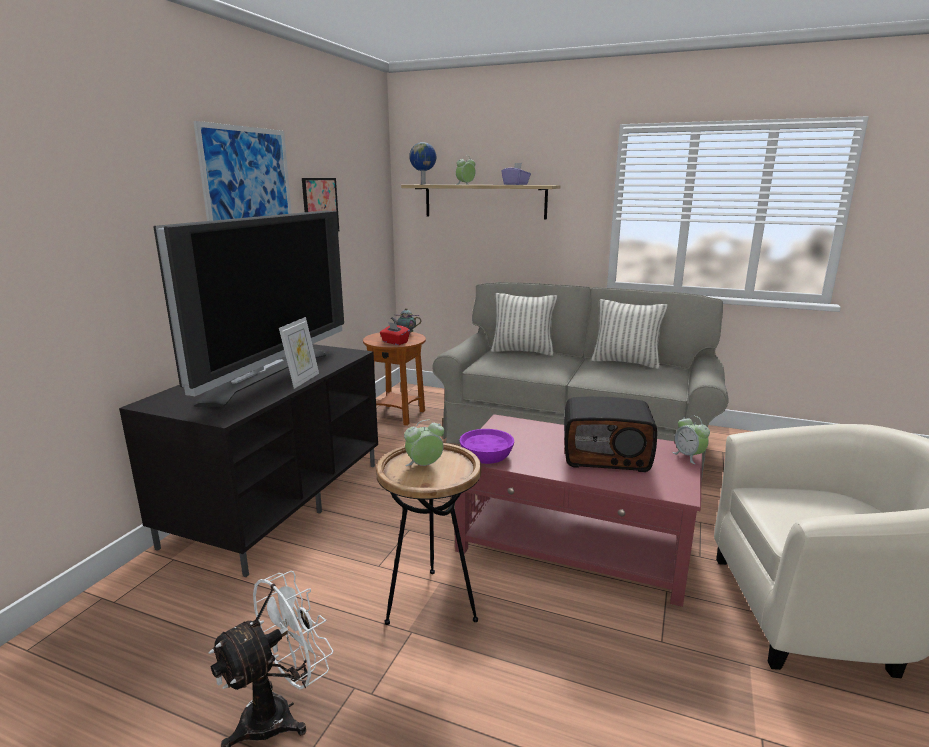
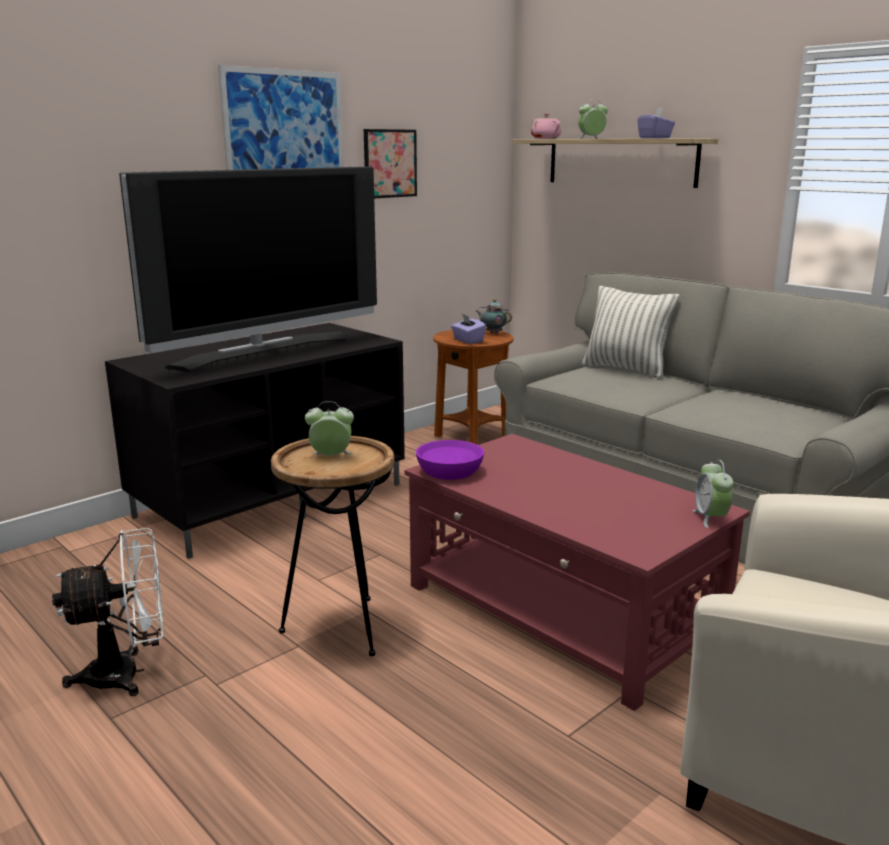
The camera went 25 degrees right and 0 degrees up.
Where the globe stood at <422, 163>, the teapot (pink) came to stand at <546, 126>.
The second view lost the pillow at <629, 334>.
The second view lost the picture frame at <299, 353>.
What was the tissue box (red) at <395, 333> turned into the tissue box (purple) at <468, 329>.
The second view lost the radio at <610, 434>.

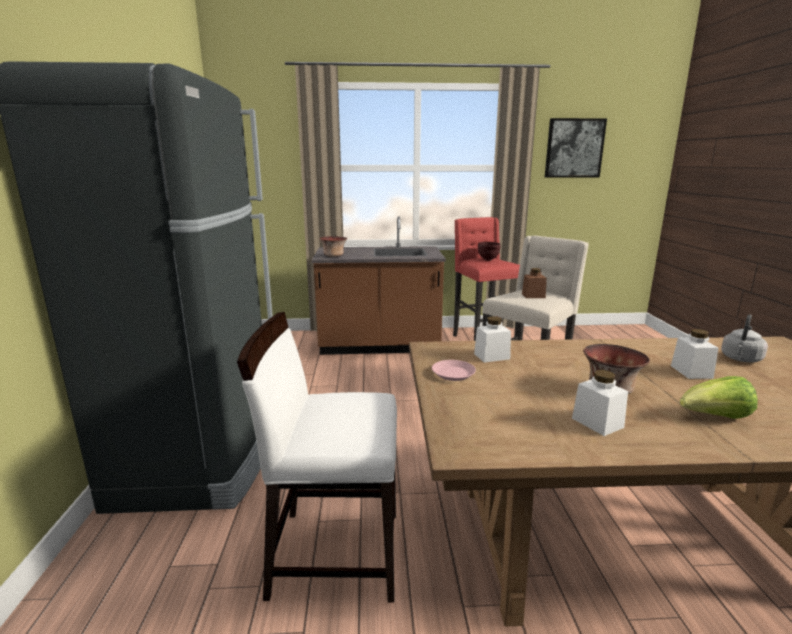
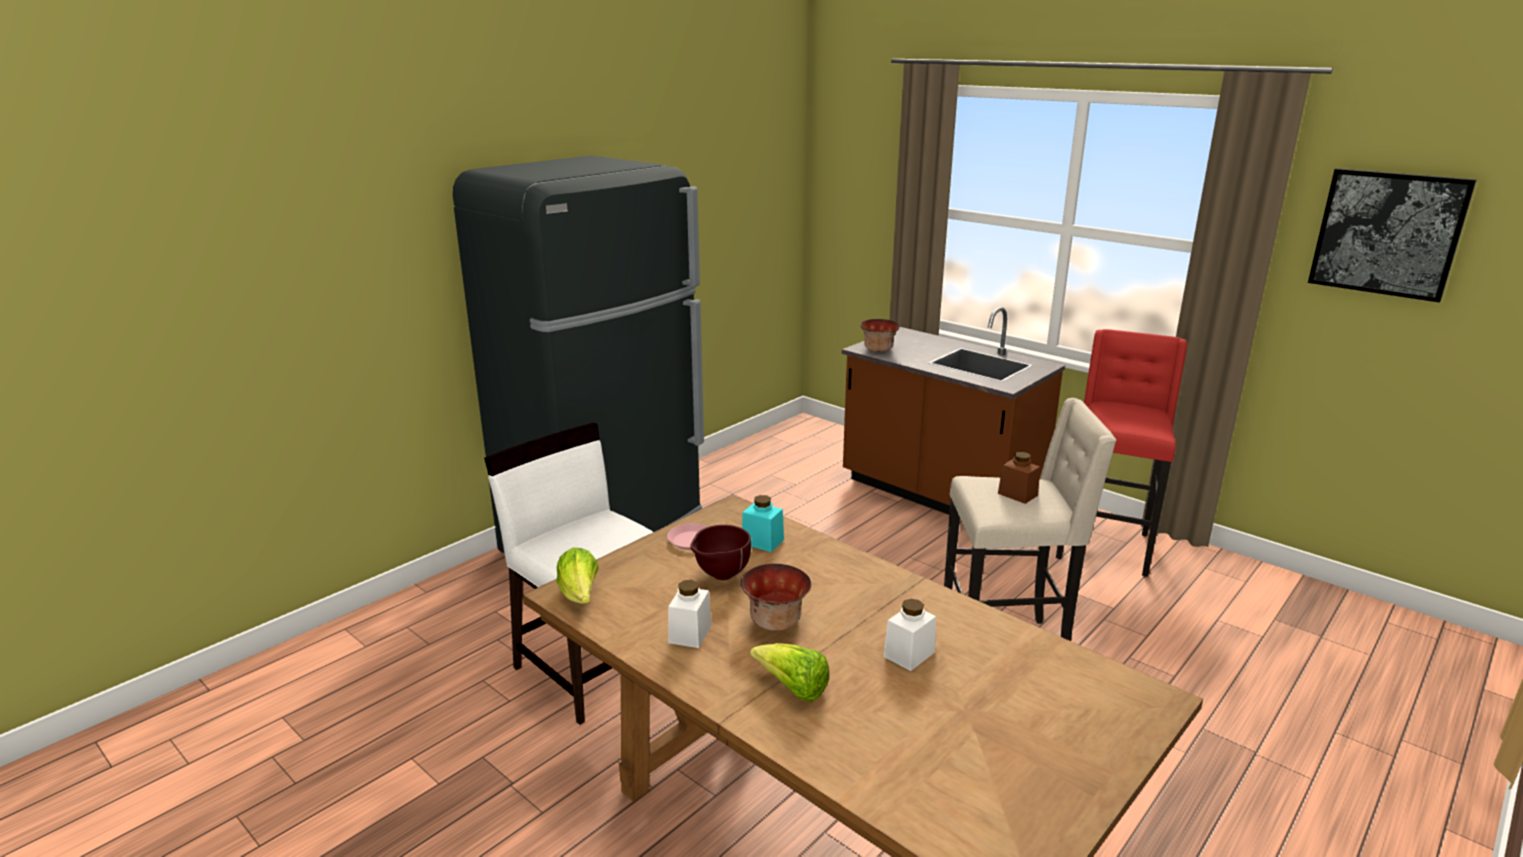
The camera went 45 degrees right and 5 degrees up.
The bowl (brown) ended up elsewhere, having gone from <489, 251> to <720, 552>.
The second view lost the kettle (grey) at <744, 338>.
What was the jar (white) at <492, 339> turned into the jar (turquoise) at <763, 523>.
The second view gained the lettuce at <578, 576>.

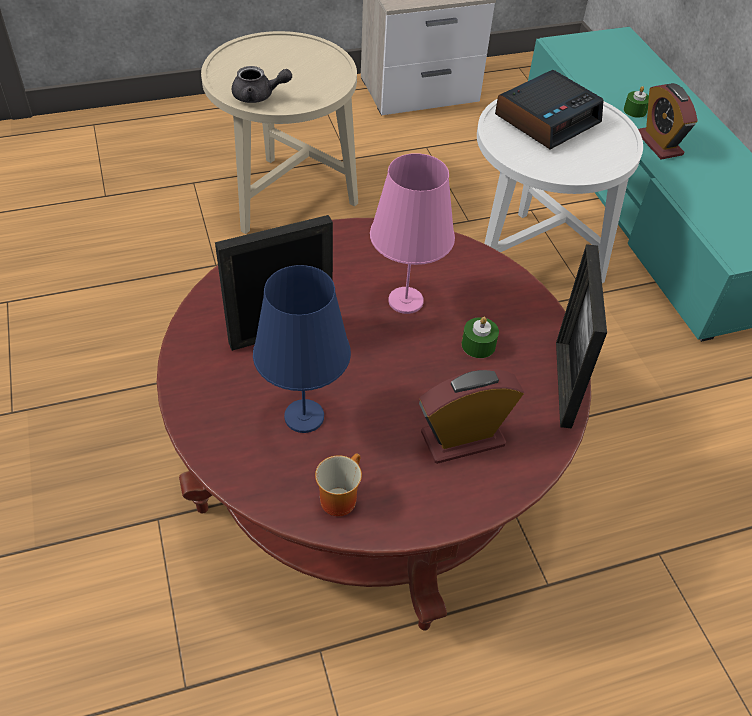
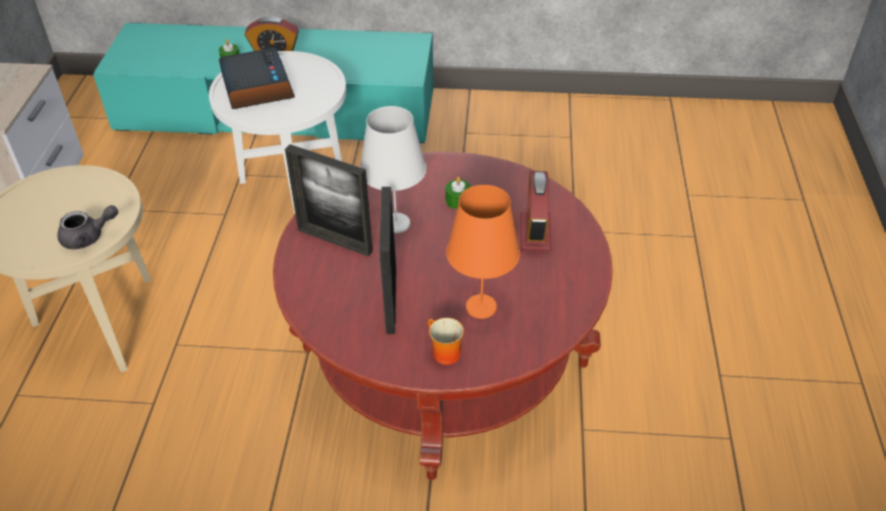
The camera went 65 degrees left and 5 degrees down.
The teapot (grey) at <262, 84> ended up facing another way, 45 degrees clockwise from before.
What was the table lamp (pink) at <412, 233> turned into the table lamp (white) at <393, 169>.
The picture frame ended up elsewhere, having gone from <581, 336> to <329, 200>.
What was the table lamp (blue) at <302, 349> turned into the table lamp (orange) at <483, 252>.
The mug ended up elsewhere, having gone from <338, 484> to <446, 341>.

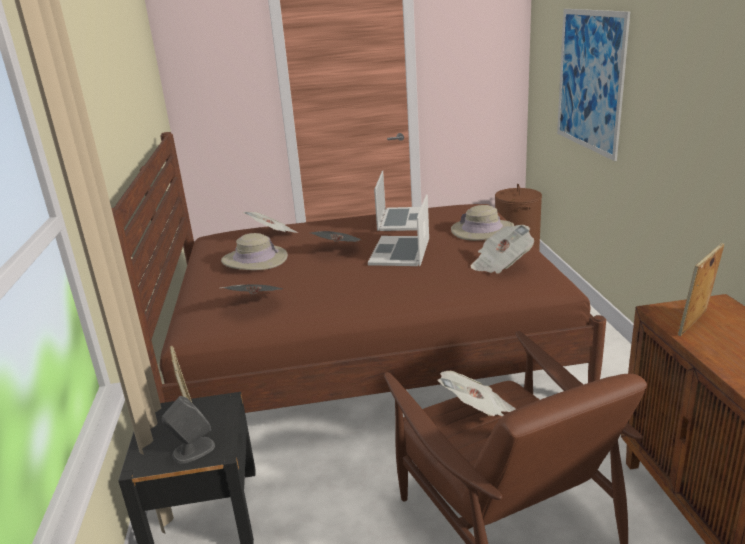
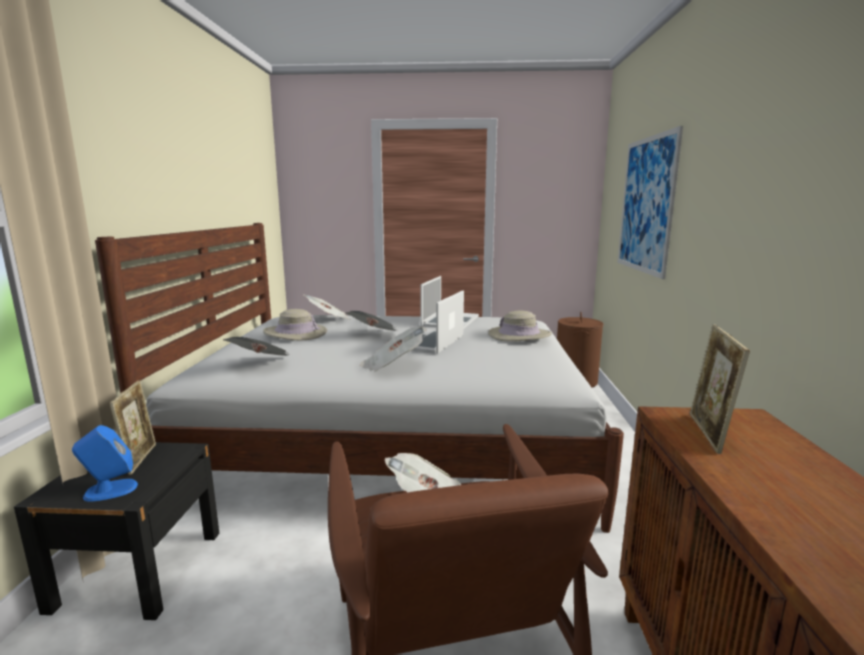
The camera went 10 degrees right and 10 degrees down.
What was the bed (brown) at <358, 272> turned into the bed (white) at <359, 378>.
The newspaper ended up elsewhere, having gone from <502, 249> to <393, 349>.
The picture frame at <701, 289> ended up facing another way, 45 degrees counterclockwise from before.
What was the speaker (grey) at <188, 429> turned into the speaker (blue) at <105, 463>.

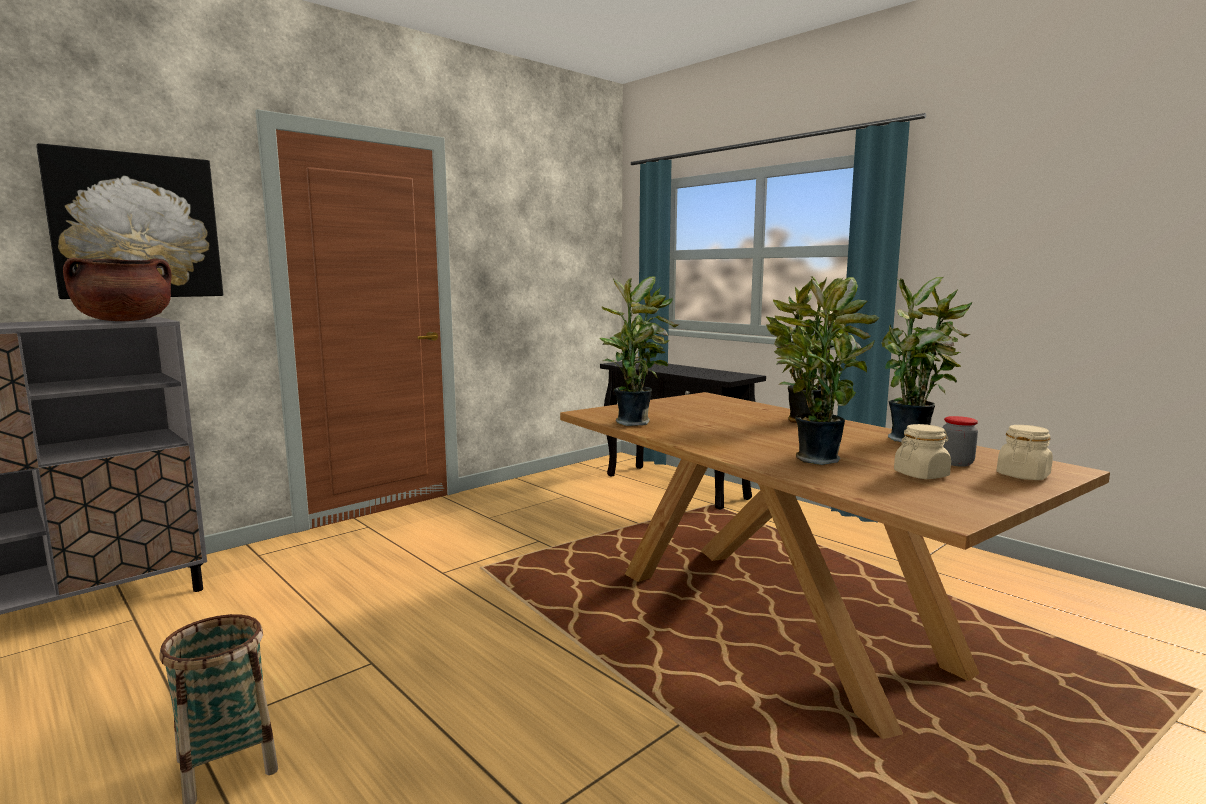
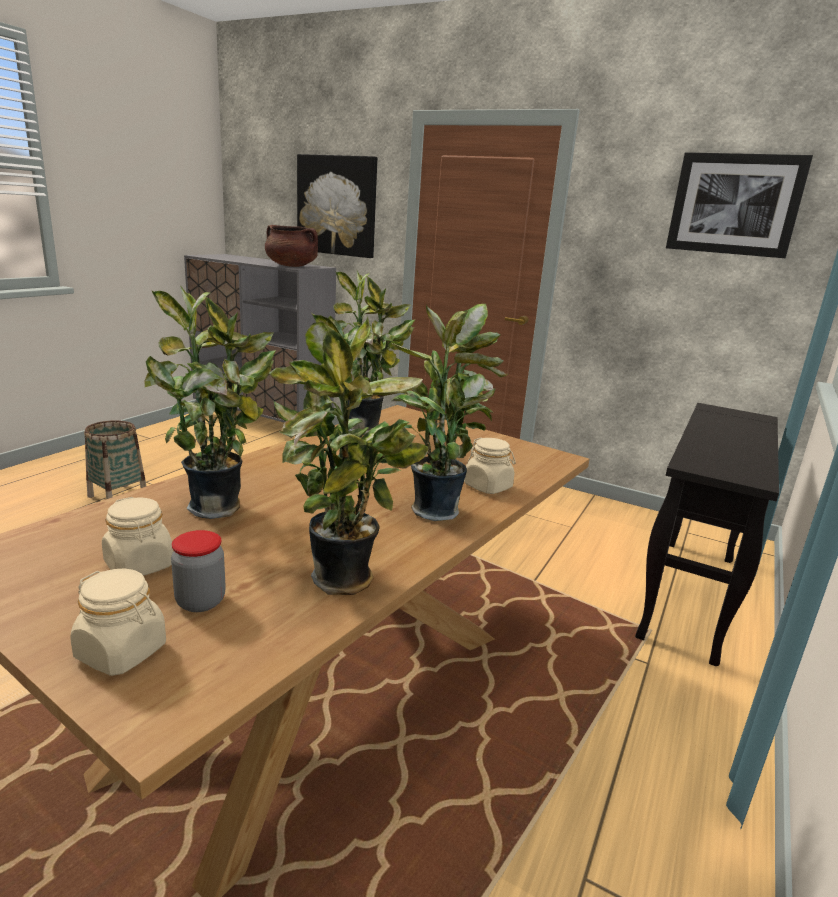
The camera went 70 degrees right and 10 degrees up.
The second view gained the picture at <739, 205>.
The second view gained the jar (beige) at <490, 465>.

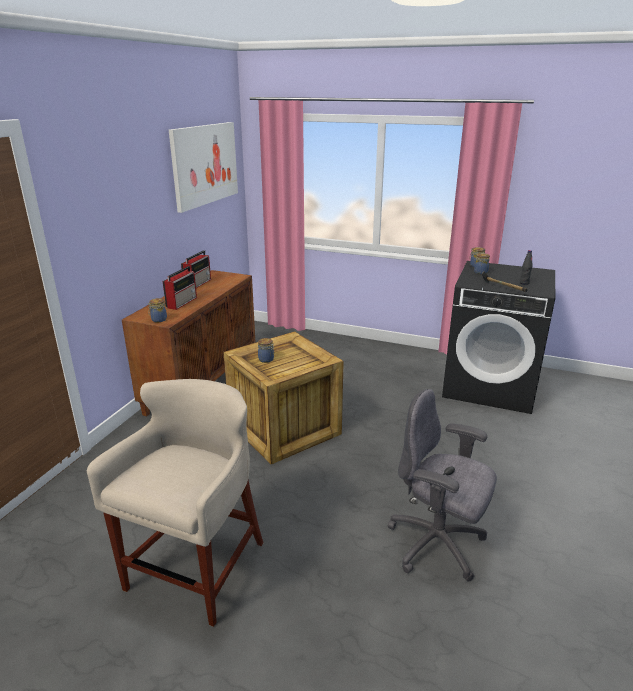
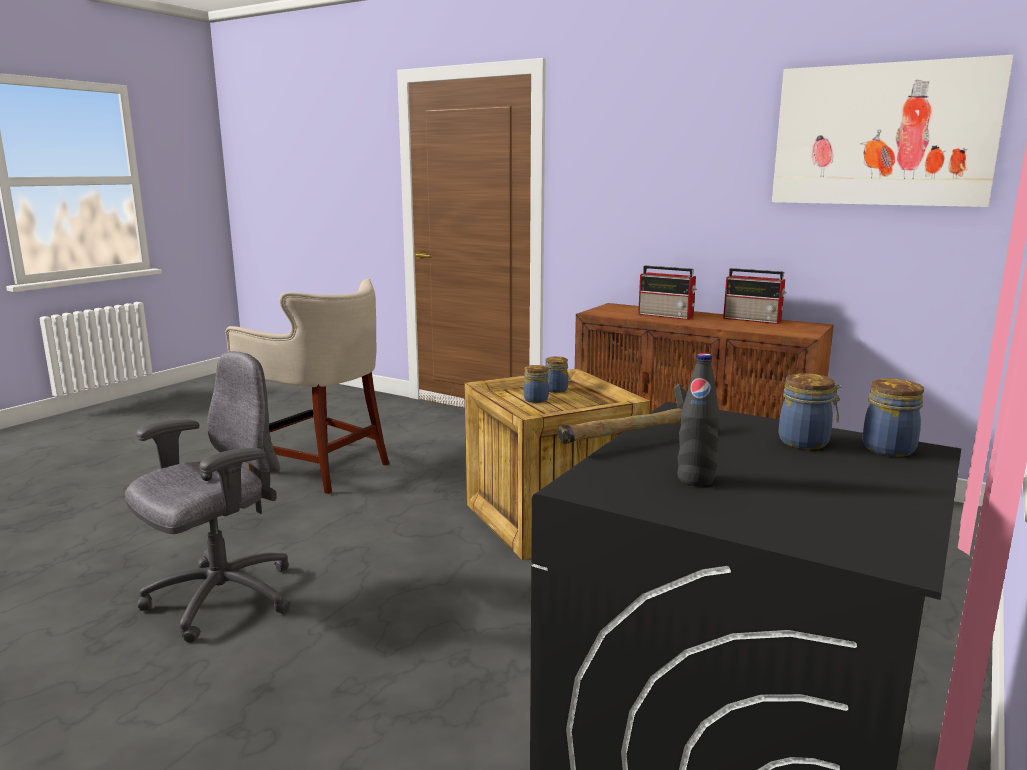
The camera went 100 degrees right and 10 degrees down.
The jar ended up elsewhere, having gone from <157, 310> to <536, 384>.

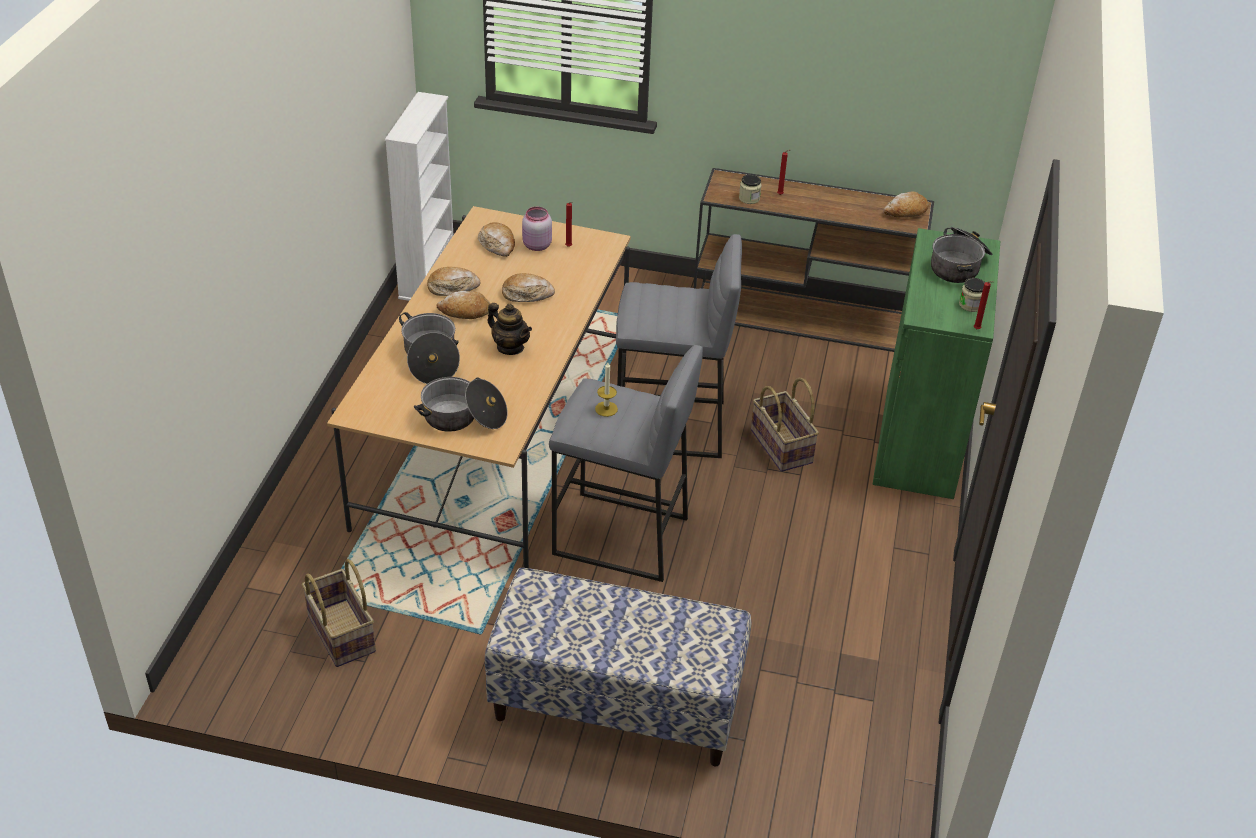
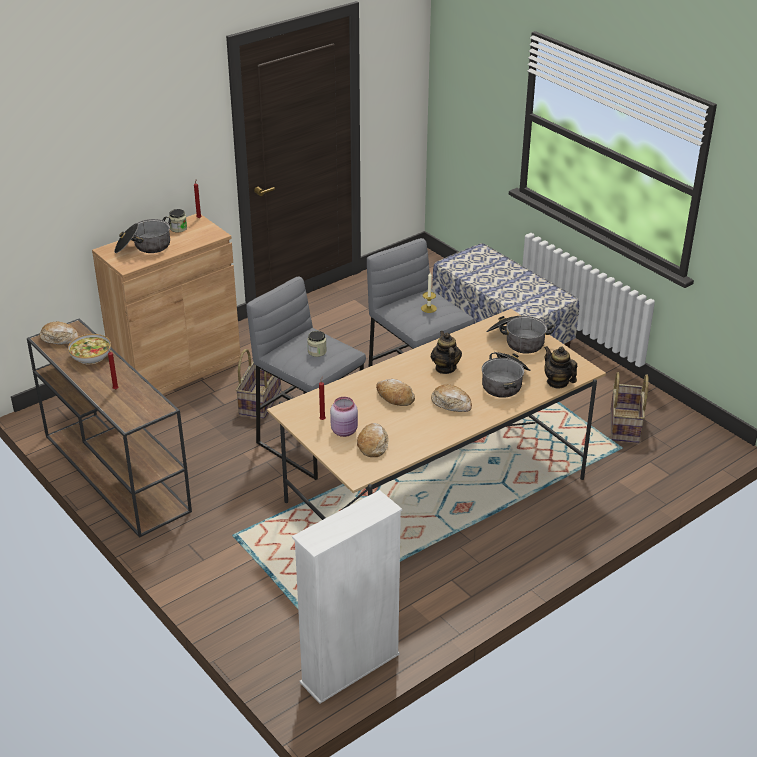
The camera went 140 degrees left and 5 degrees down.
The jar ended up elsewhere, having gone from <750, 189> to <317, 344>.
What was the cabinet (green) at <936, 363> turned into the cabinet (brown) at <166, 303>.
The second view lost the bread at <454, 281>.
The second view gained the bowl at <89, 349>.
The second view gained the teapot at <560, 367>.

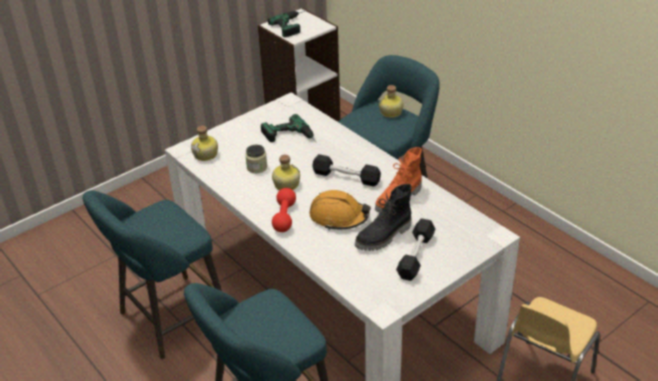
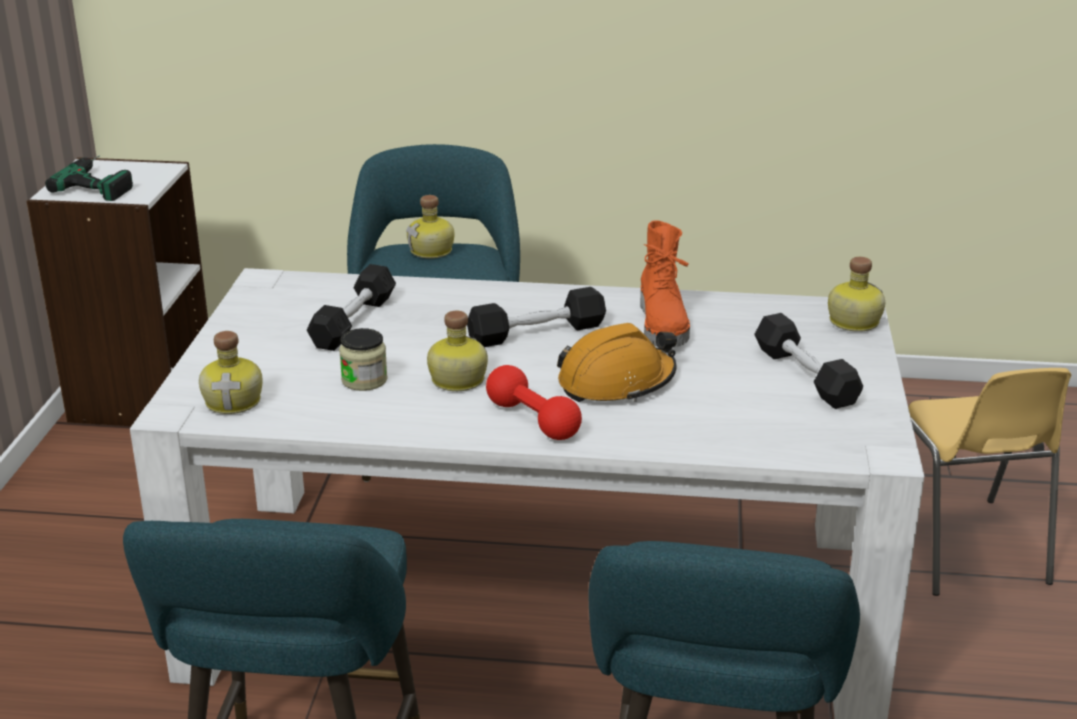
The camera went 45 degrees left and 10 degrees down.
Where the power drill stood at <288, 128>, the dumbbell (black) came to stand at <351, 307>.
The second view lost the boot (black) at <383, 217>.
The second view gained the bottle at <856, 294>.

